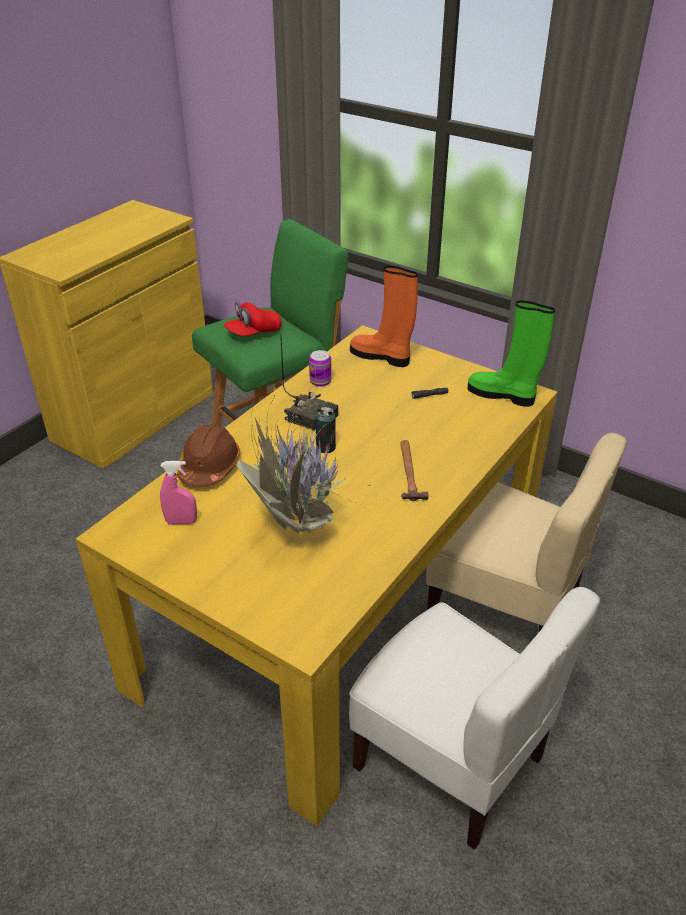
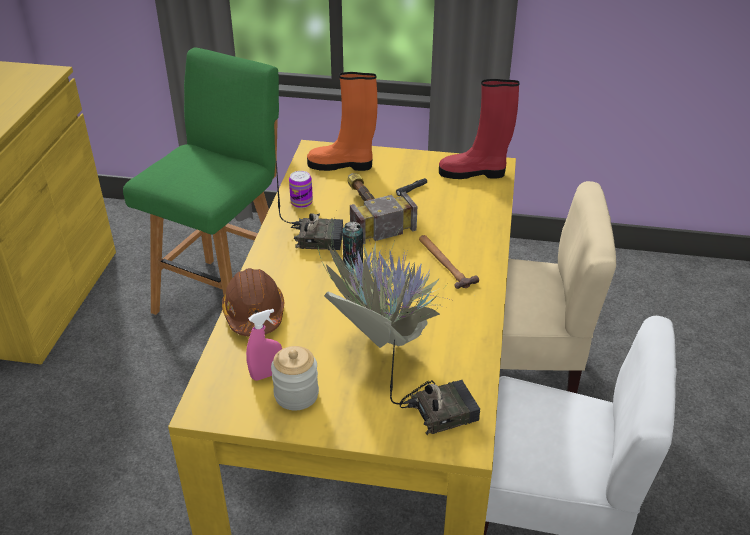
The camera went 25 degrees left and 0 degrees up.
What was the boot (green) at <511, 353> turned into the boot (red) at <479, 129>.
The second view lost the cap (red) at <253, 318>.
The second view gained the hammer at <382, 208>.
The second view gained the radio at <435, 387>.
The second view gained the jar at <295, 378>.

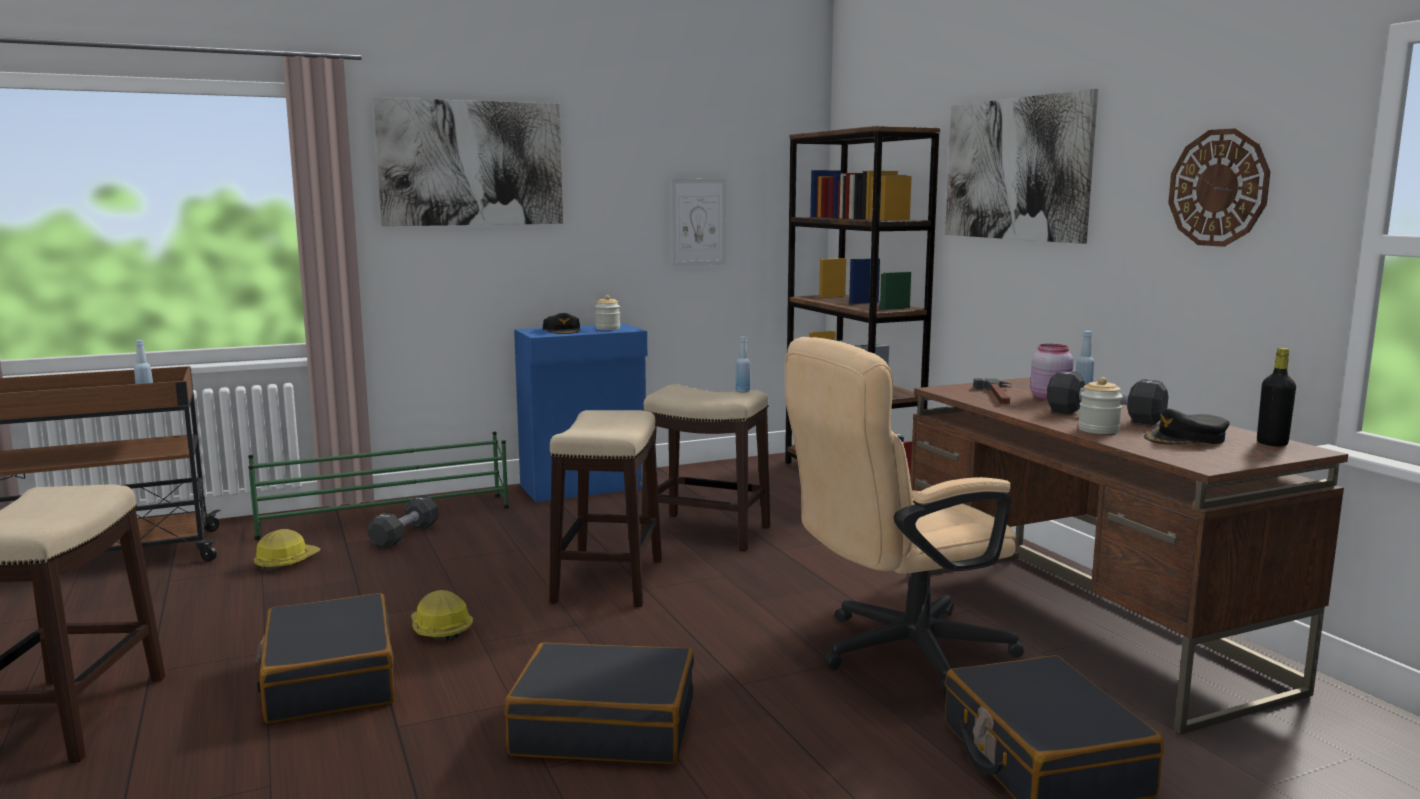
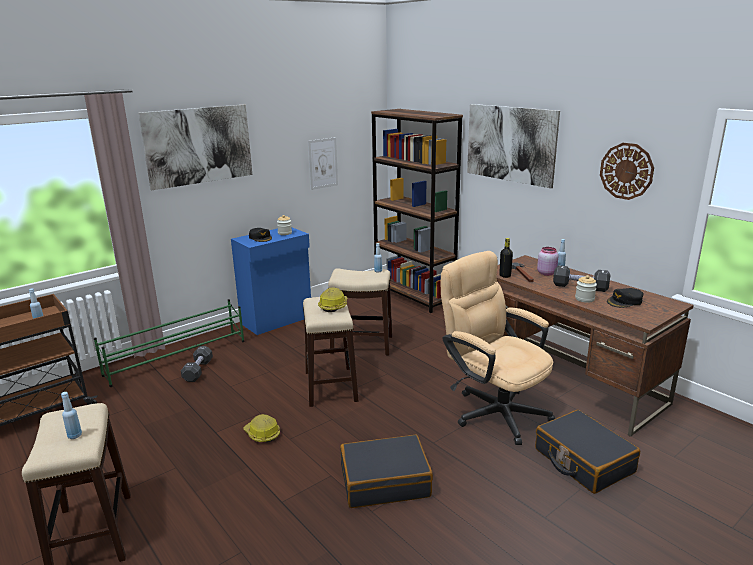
The camera went 15 degrees left and 10 degrees up.
The office chair (beige) at <904, 515> ended up facing another way, 90 degrees clockwise from before.
The bottle (black) ended up elsewhere, having gone from <1276, 397> to <506, 258>.
The hard hat ended up elsewhere, having gone from <287, 550> to <333, 299>.
The second view lost the suitcase (black) at <325, 658>.
The second view gained the bottle (blue) at <71, 415>.

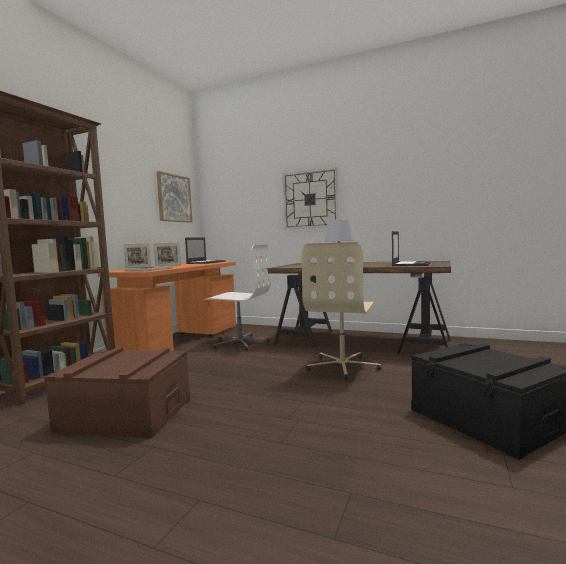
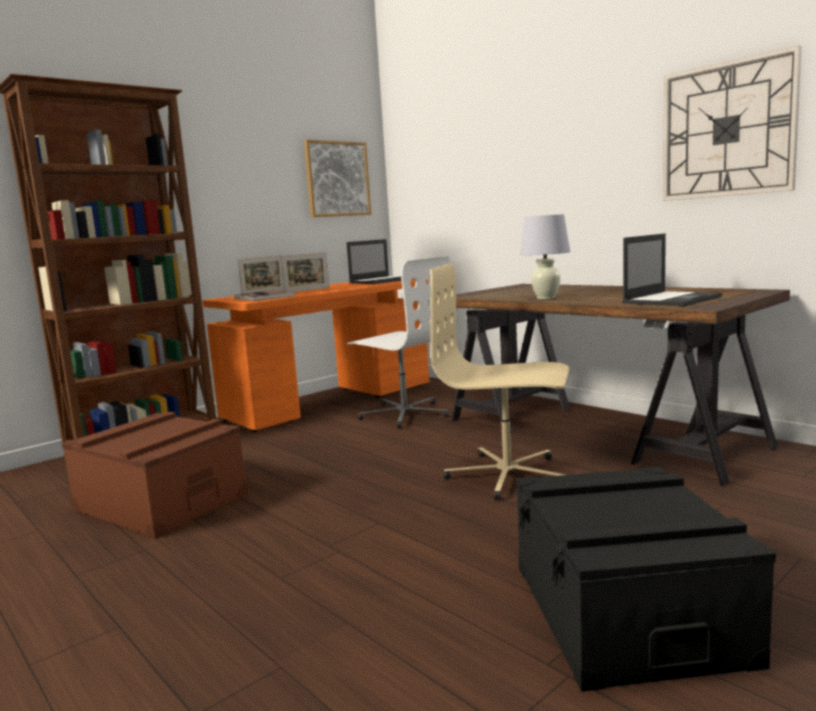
The camera went 25 degrees right and 5 degrees up.
The wall clock ended up elsewhere, having gone from <310, 198> to <732, 123>.
The office chair (beige) at <341, 311> ended up facing another way, 60 degrees clockwise from before.

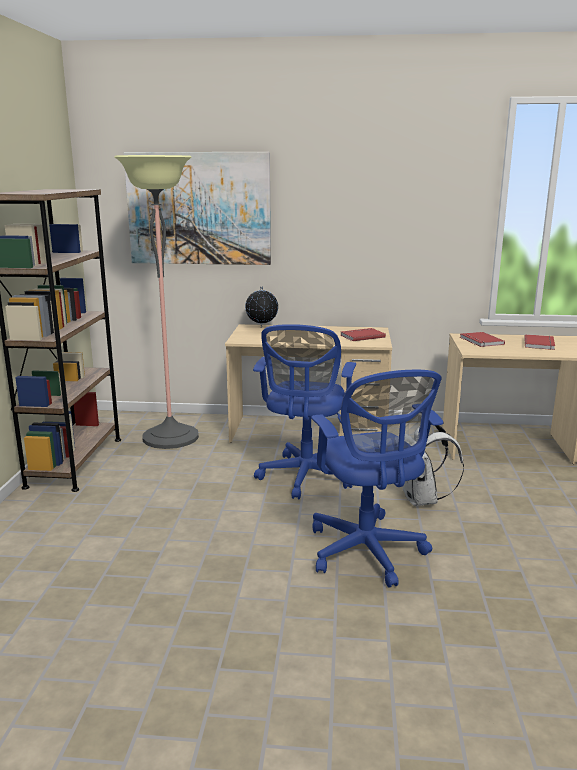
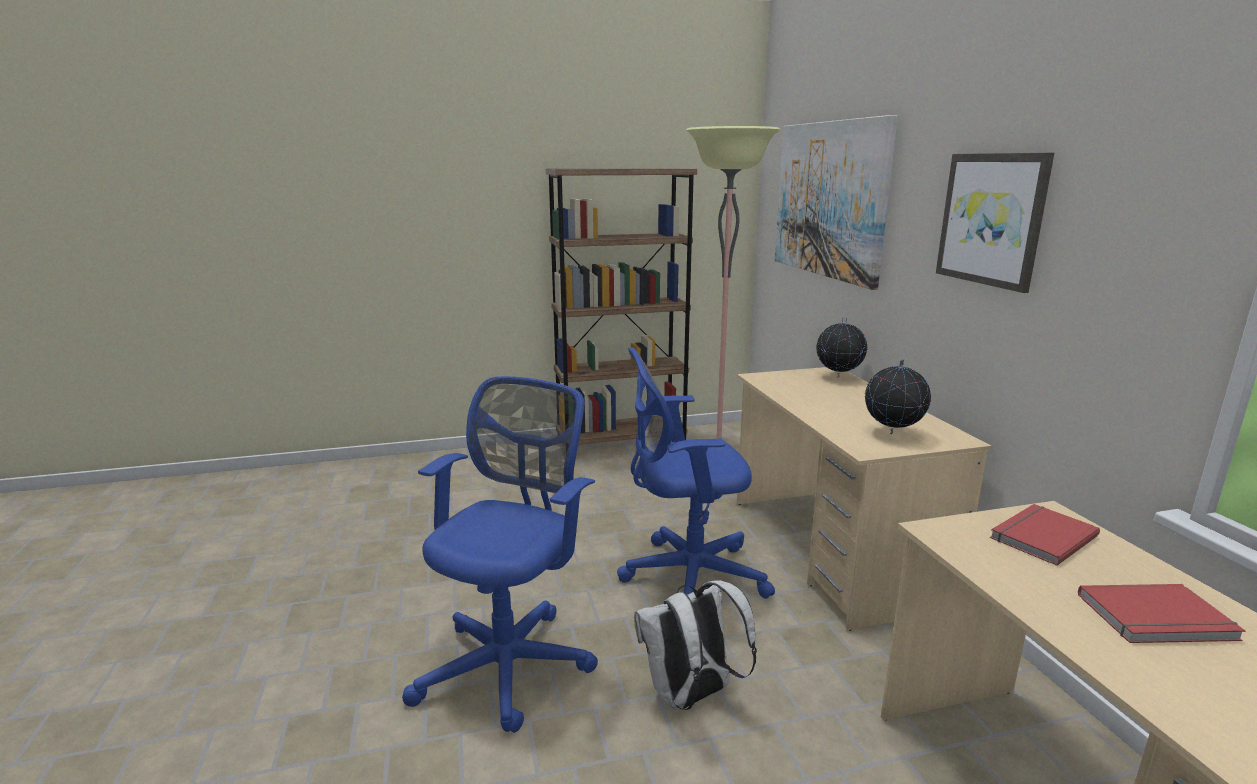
The camera went 70 degrees right and 0 degrees up.
Where the book (red) stood at <363, 334>, the globe came to stand at <898, 396>.
The office chair (blue) at <377, 479> ended up facing another way, 150 degrees clockwise from before.
The second view gained the picture at <995, 223>.

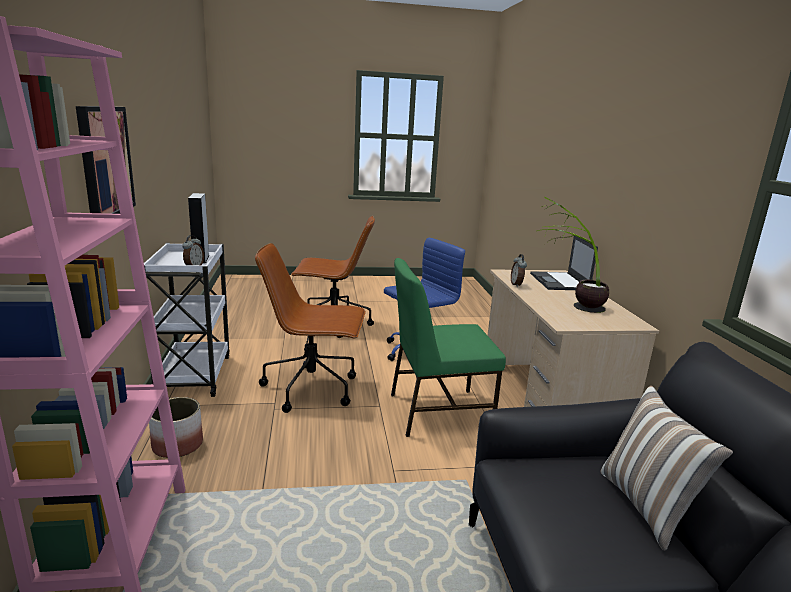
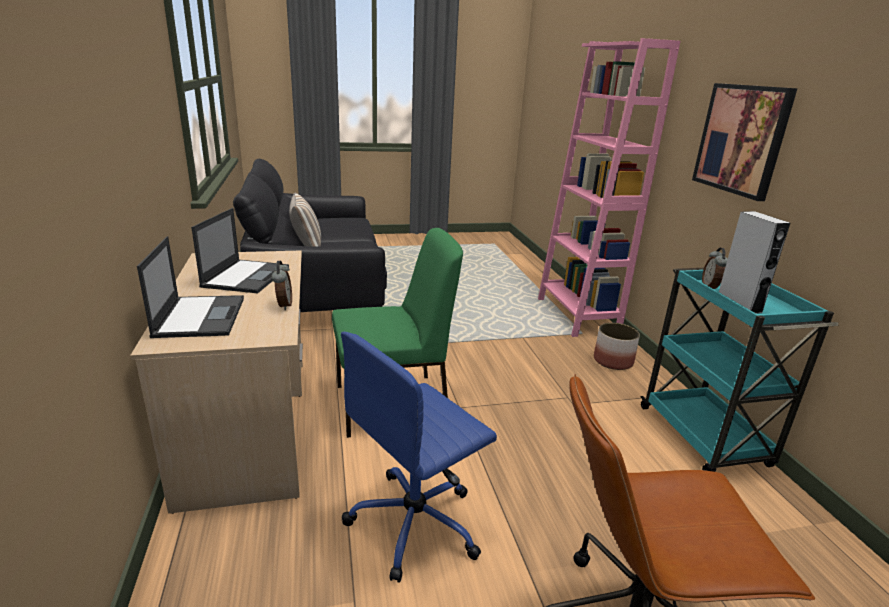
The camera went 175 degrees right and 5 degrees up.
Where the potted plant stood at <573, 254>, the laptop came to stand at <240, 250>.
What was the cart (white) at <187, 320> turned into the cart (turquoise) at <739, 370>.
The second view lost the office chair (brown) at <310, 328>.

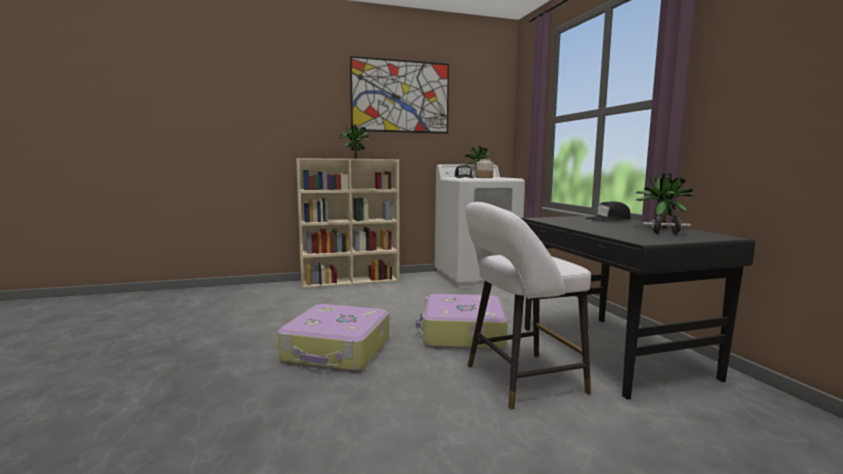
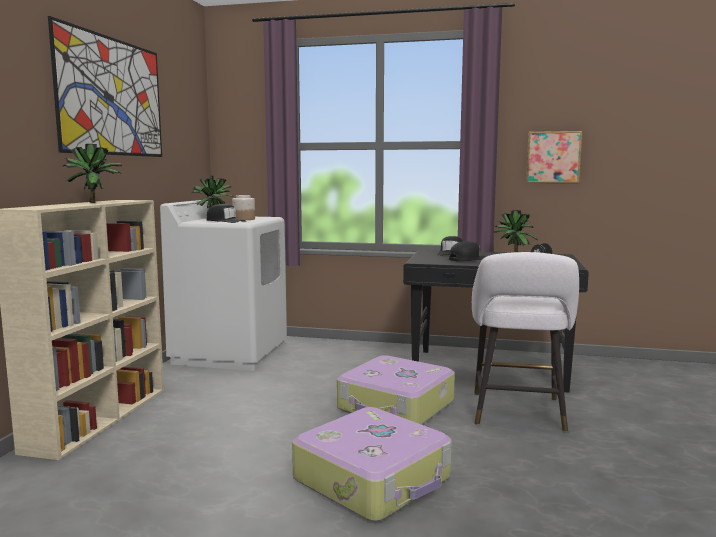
The camera went 60 degrees left and 0 degrees up.
The second view gained the picture at <554, 157>.
The second view gained the cap (black) at <467, 251>.

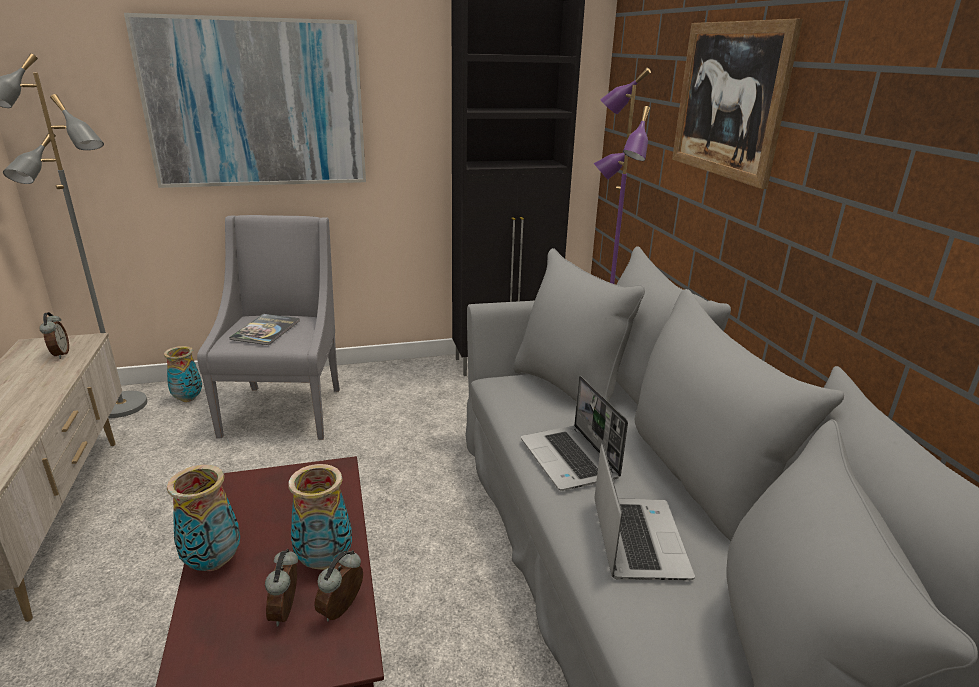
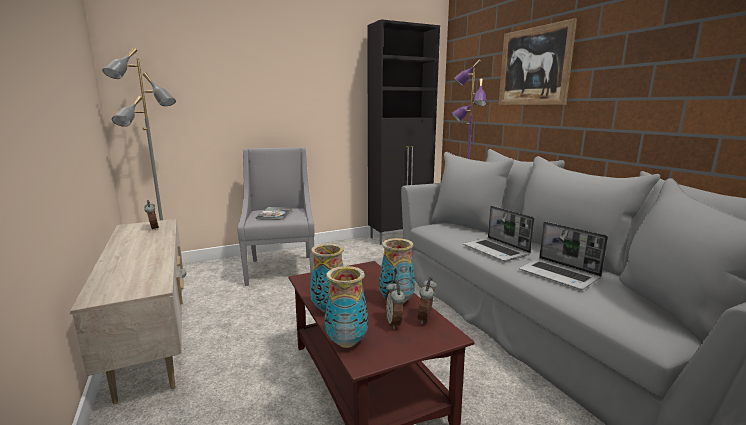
The camera went 10 degrees left and 10 degrees down.
The second view lost the picture at <245, 100>.
The vase ended up elsewhere, having gone from <183, 374> to <346, 307>.
The laptop at <644, 511> ended up facing another way, 150 degrees clockwise from before.

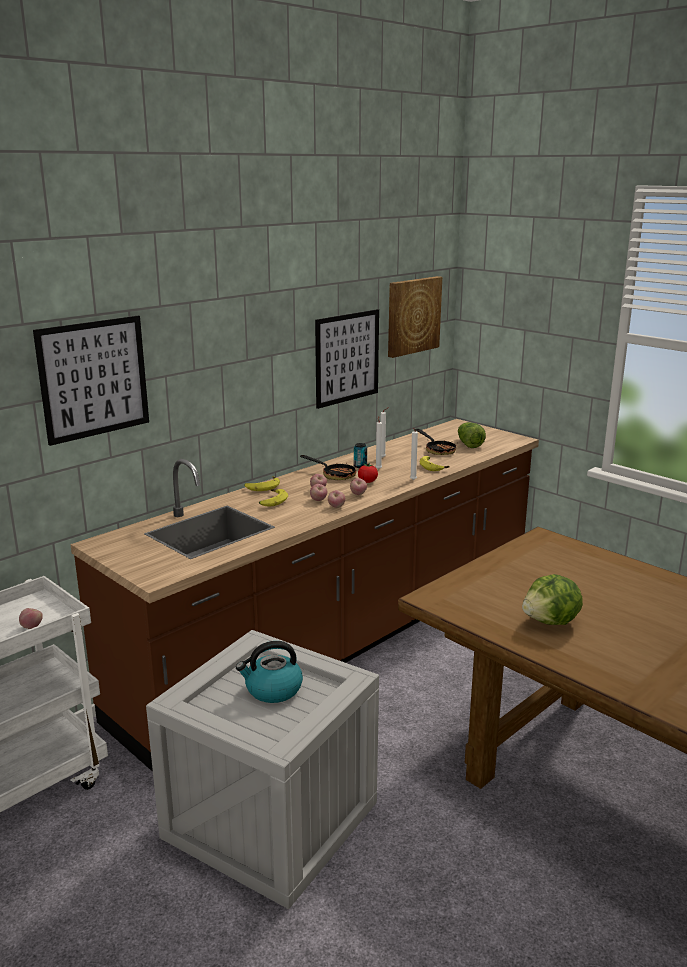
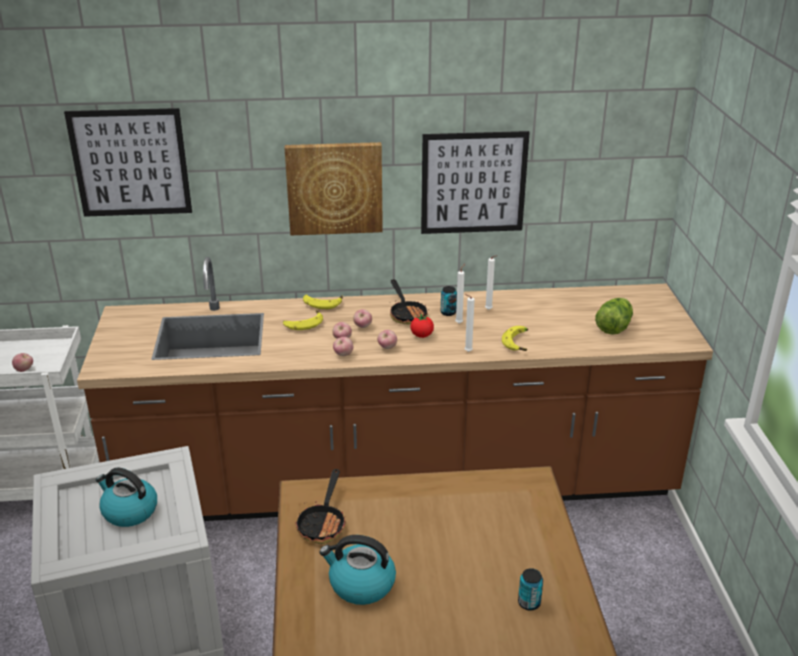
The camera went 40 degrees right and 10 degrees up.
The picture ended up elsewhere, having gone from <415, 317> to <334, 188>.
The frying pan ended up elsewhere, having gone from <436, 442> to <320, 506>.
Where the lettuce stood at <552, 599>, the kettle came to stand at <357, 570>.
The second view gained the can at <530, 589>.

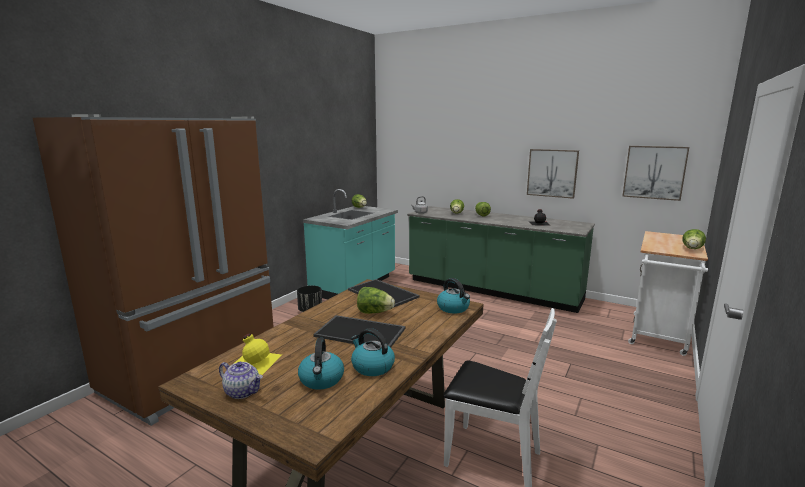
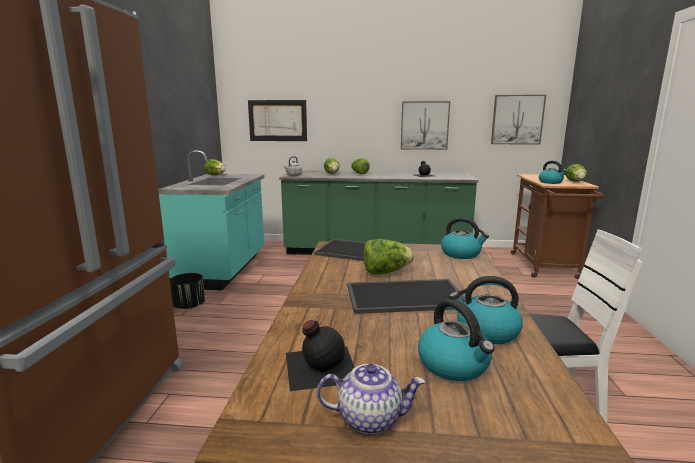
The camera went 25 degrees left and 0 degrees up.
What was the cart (white) at <668, 293> turned into the cart (brown) at <558, 226>.
What was the bottle (yellow) at <258, 354> turned into the bottle (black) at <320, 355>.
The second view gained the picture at <277, 120>.
The second view gained the kettle at <553, 172>.

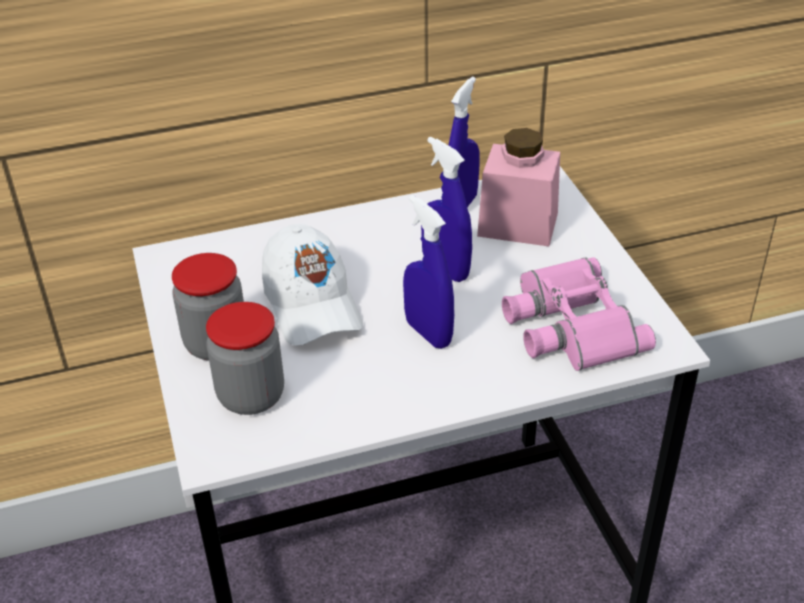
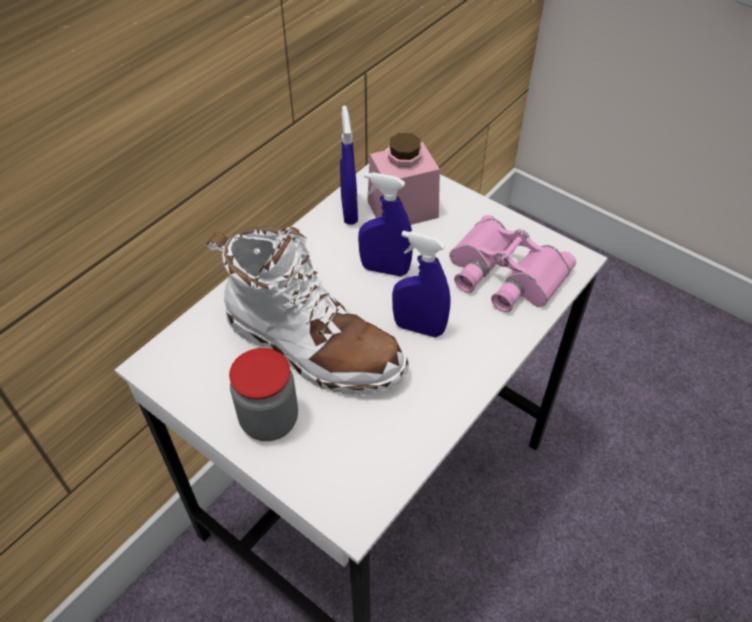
The camera went 35 degrees left and 10 degrees up.
Where the cap (white) stood at <312, 285>, the boot (white) came to stand at <307, 311>.
The second view lost the jar at <245, 358>.

